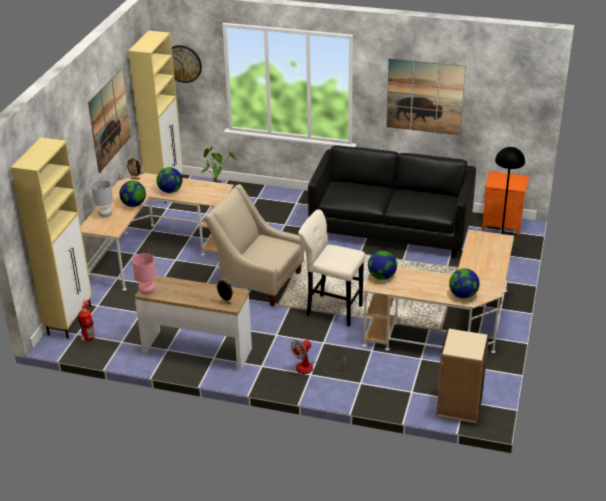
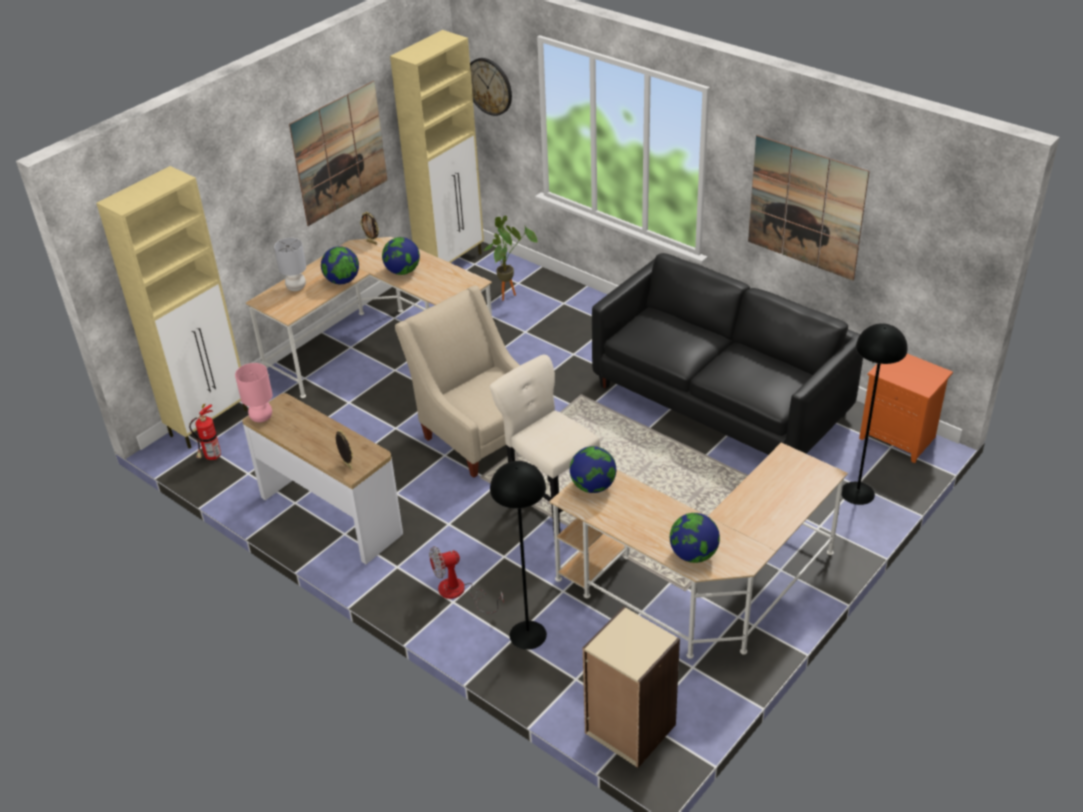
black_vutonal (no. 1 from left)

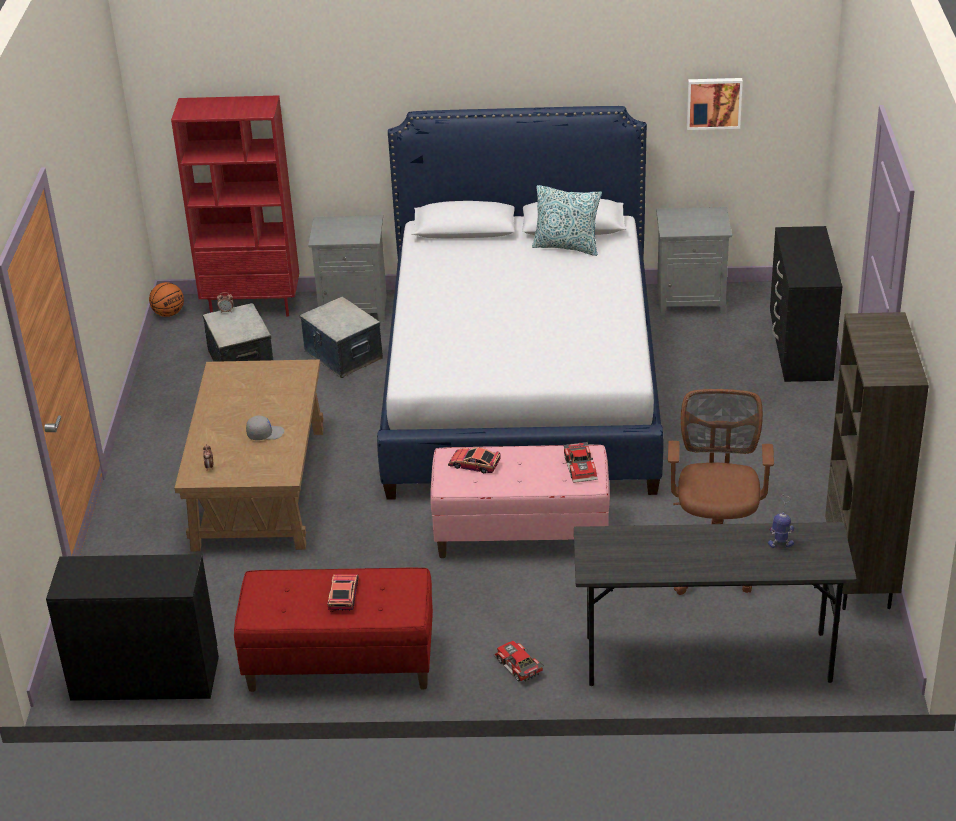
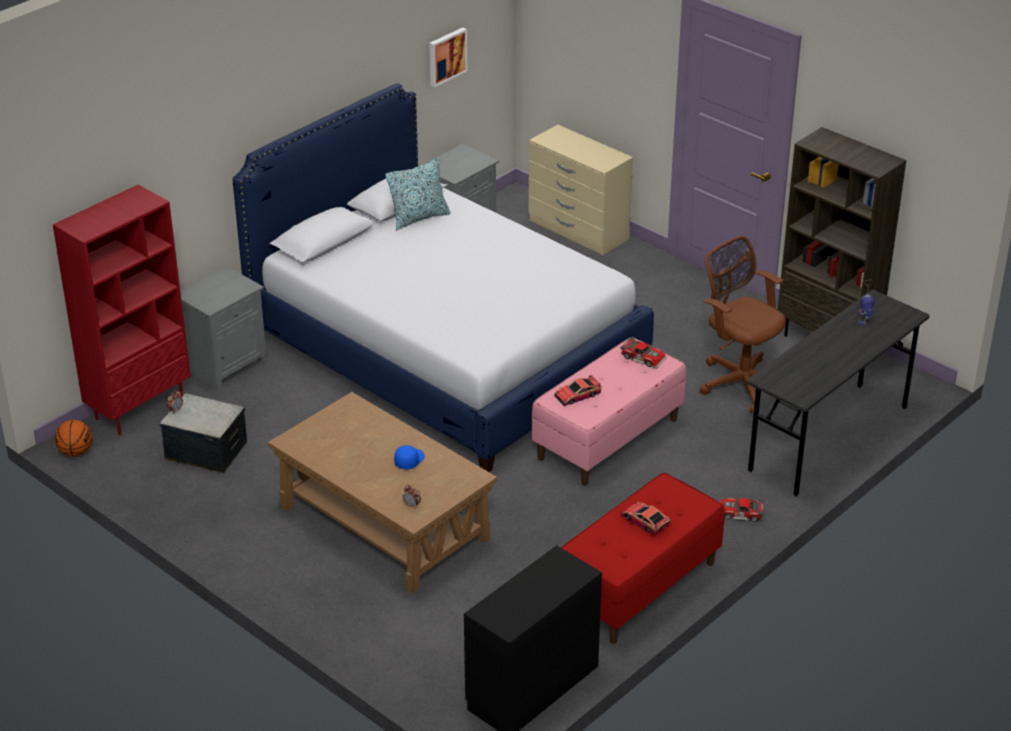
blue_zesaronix
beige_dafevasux
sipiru (no. 2 from left in the first image)

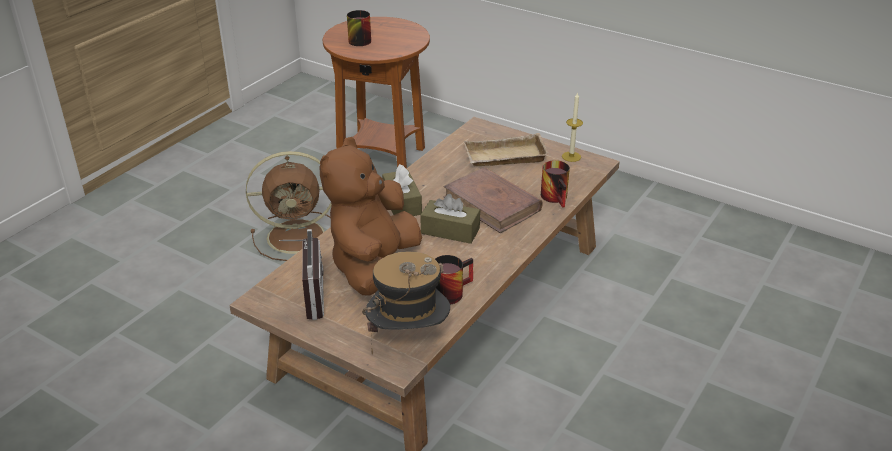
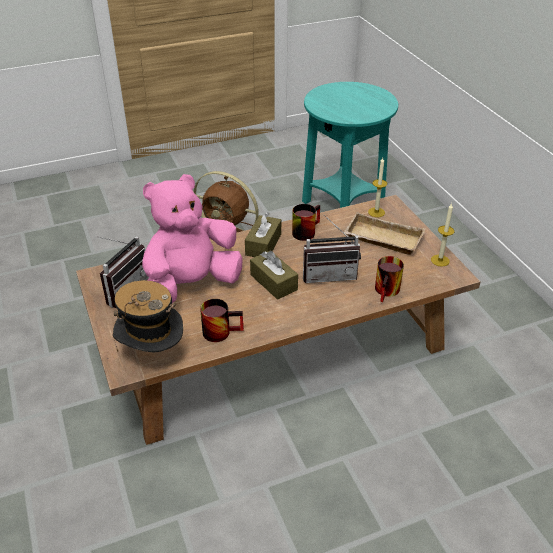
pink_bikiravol
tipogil (no. 2 from left)
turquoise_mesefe
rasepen (no. 2 from left)
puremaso (no. 1 from left)

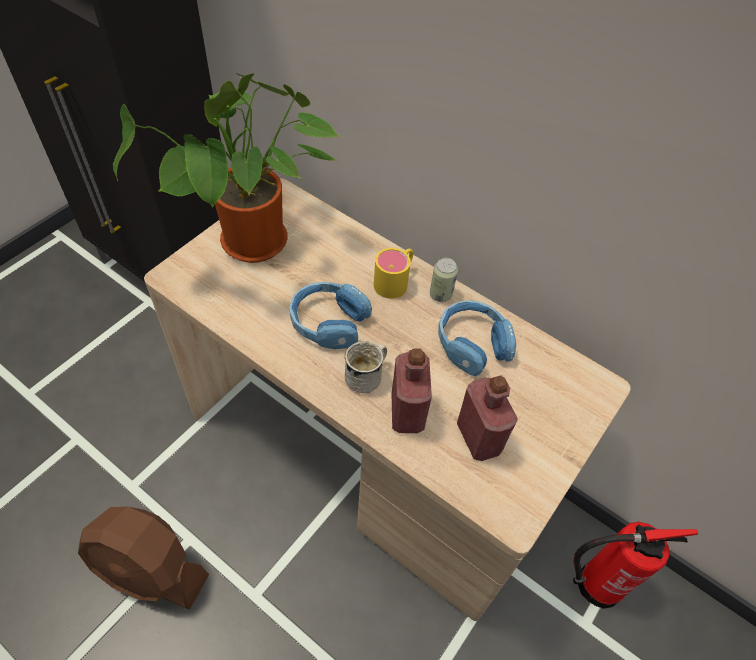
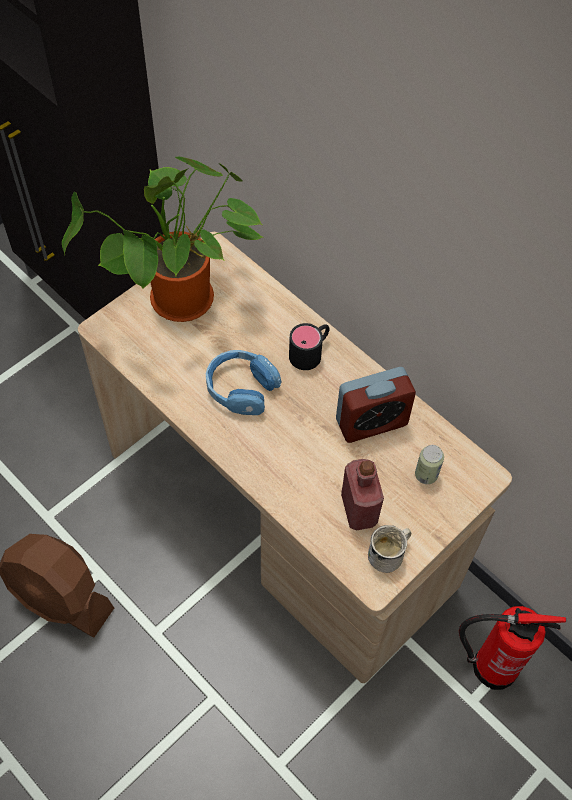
black_tipogil
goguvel
white_tipogil
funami
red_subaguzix (no. 1 from left in the first image)

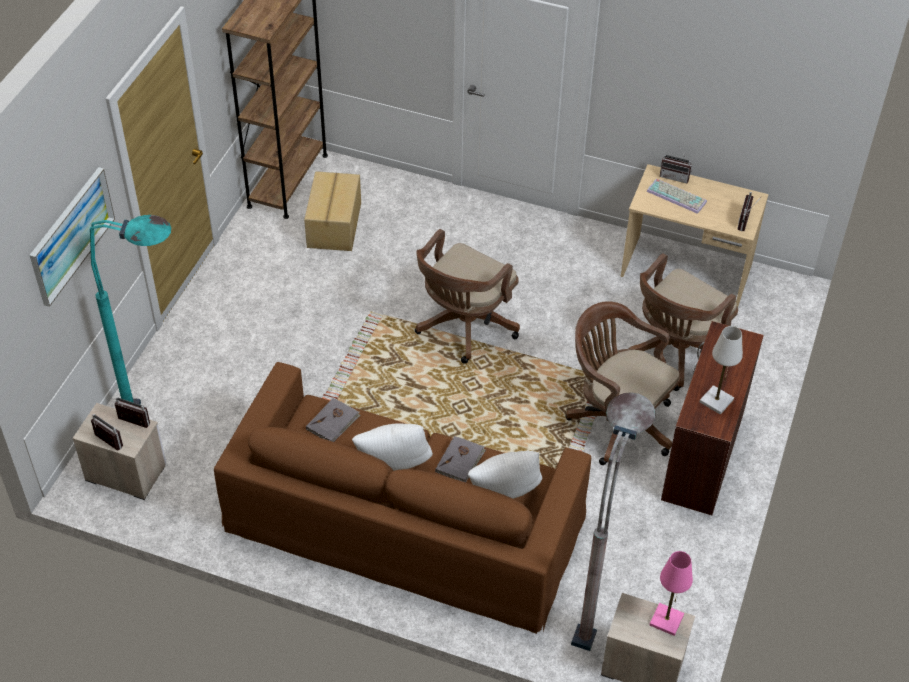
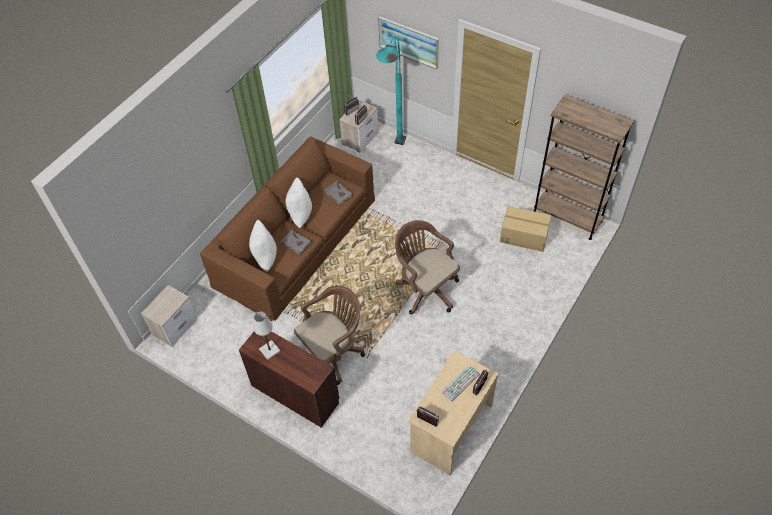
grey_vutonal
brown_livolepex (no. 3 from left in the first image)
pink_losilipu

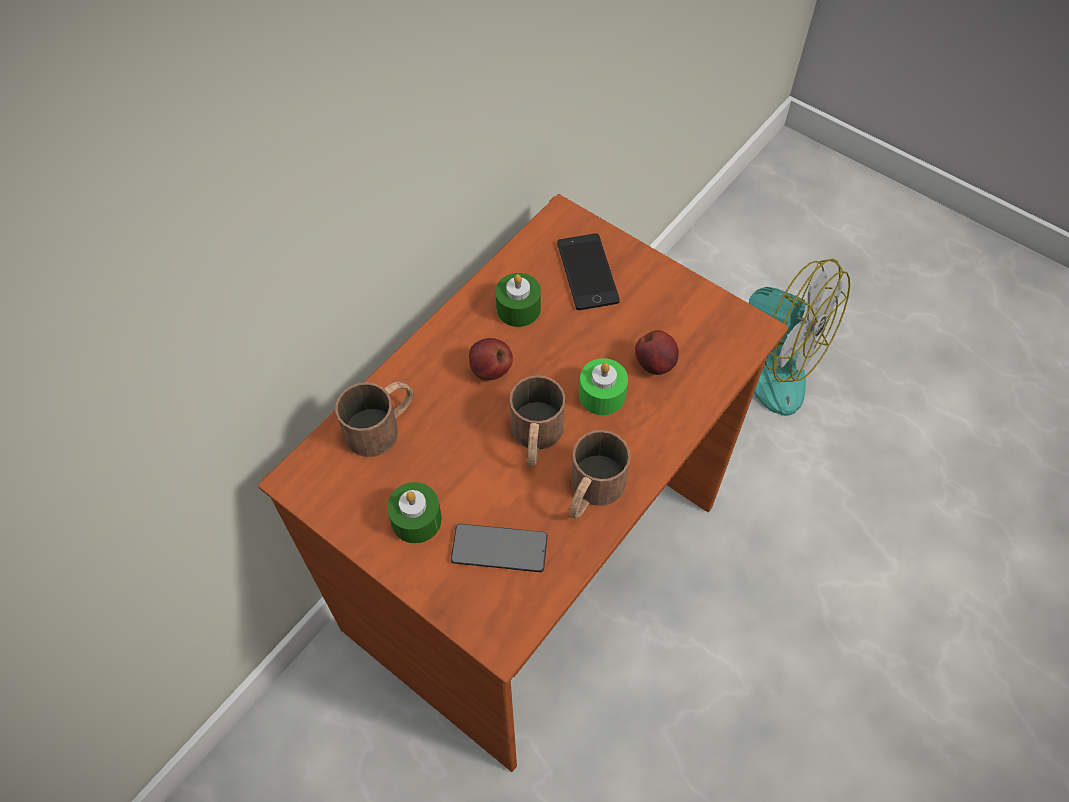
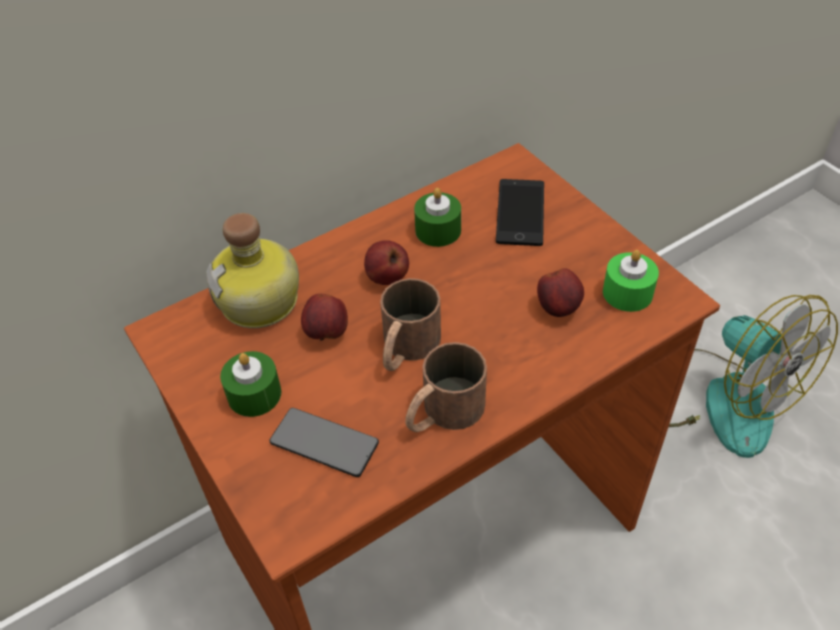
subaguzix
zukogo (no. 1 from left)
green_puremaso (no. 3 from left)

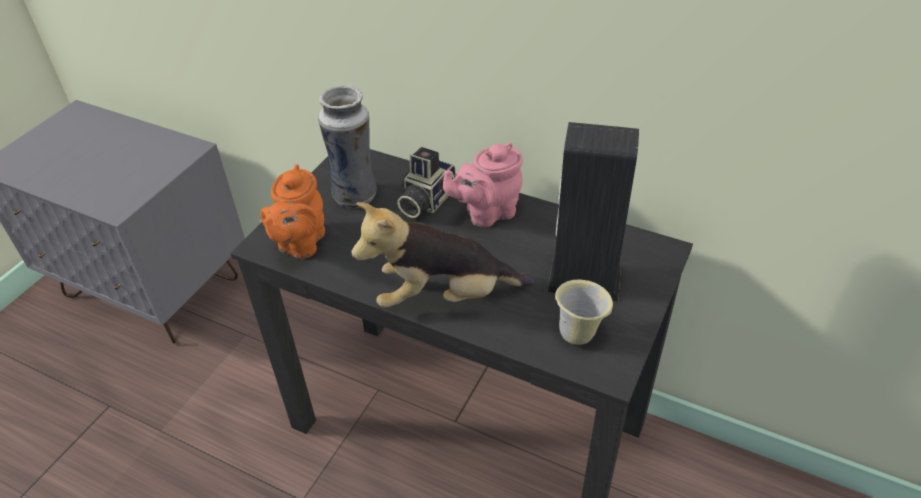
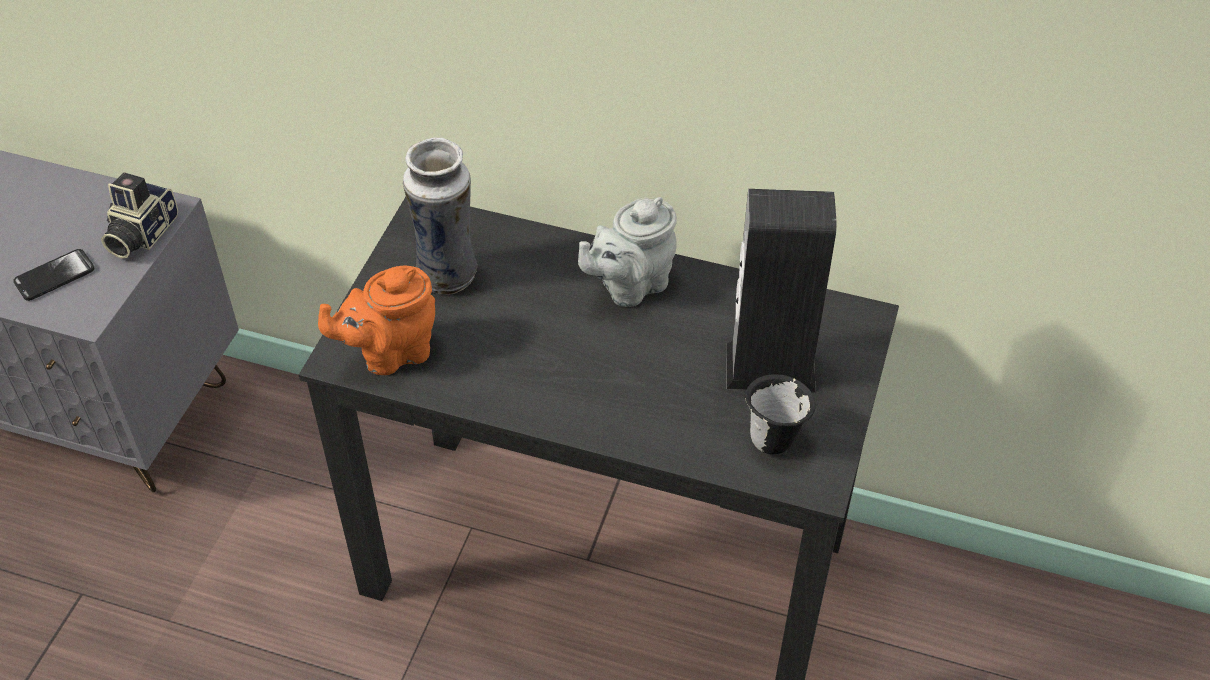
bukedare
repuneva
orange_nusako
grey_nusako
black_tipogil
bikiravol

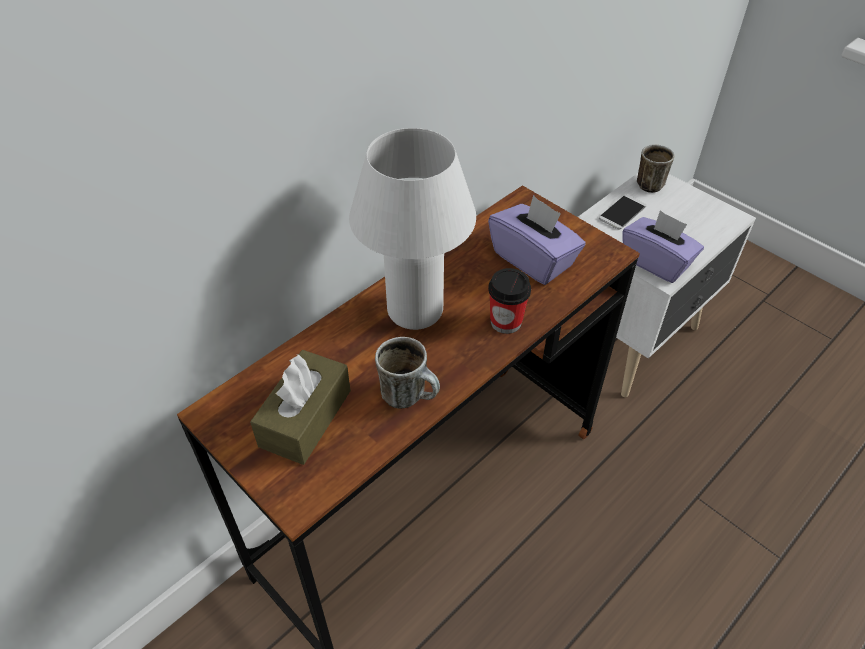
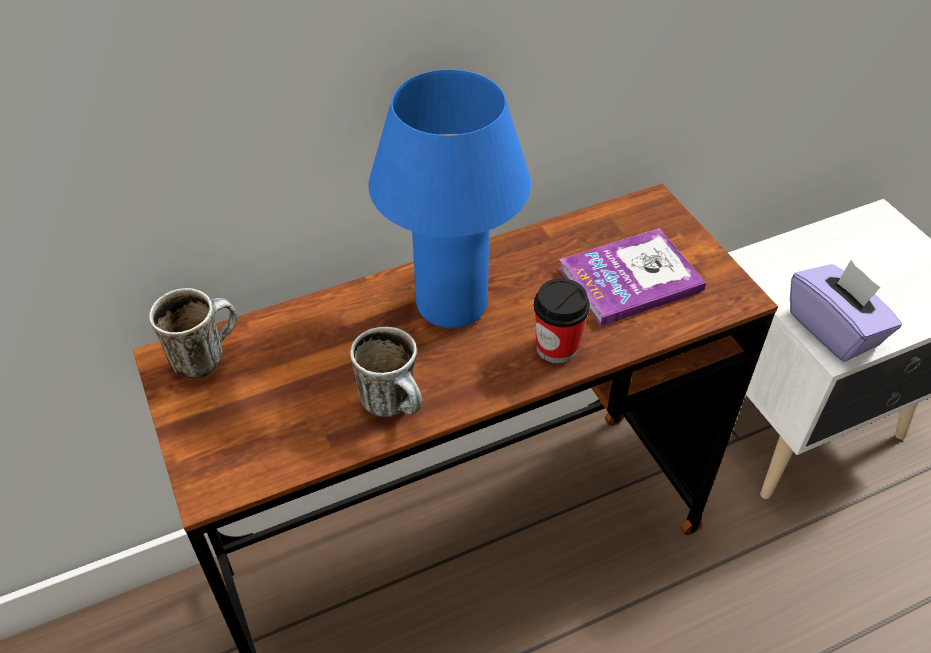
tipogil (no. 1 from left)
blue_losilipu
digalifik
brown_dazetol
bukedare

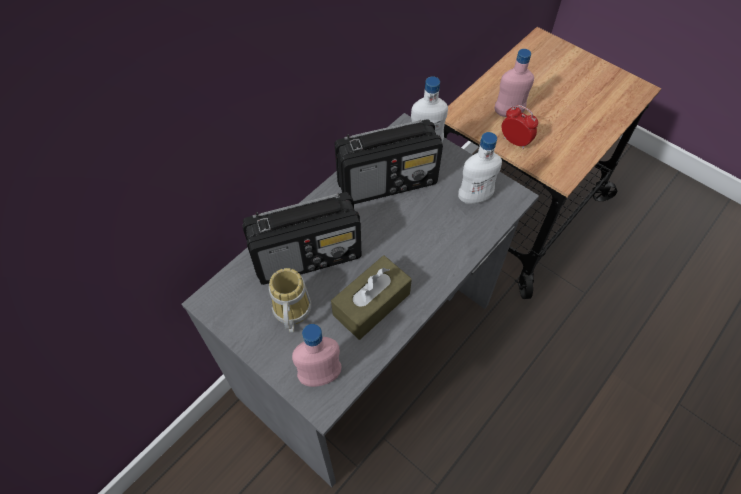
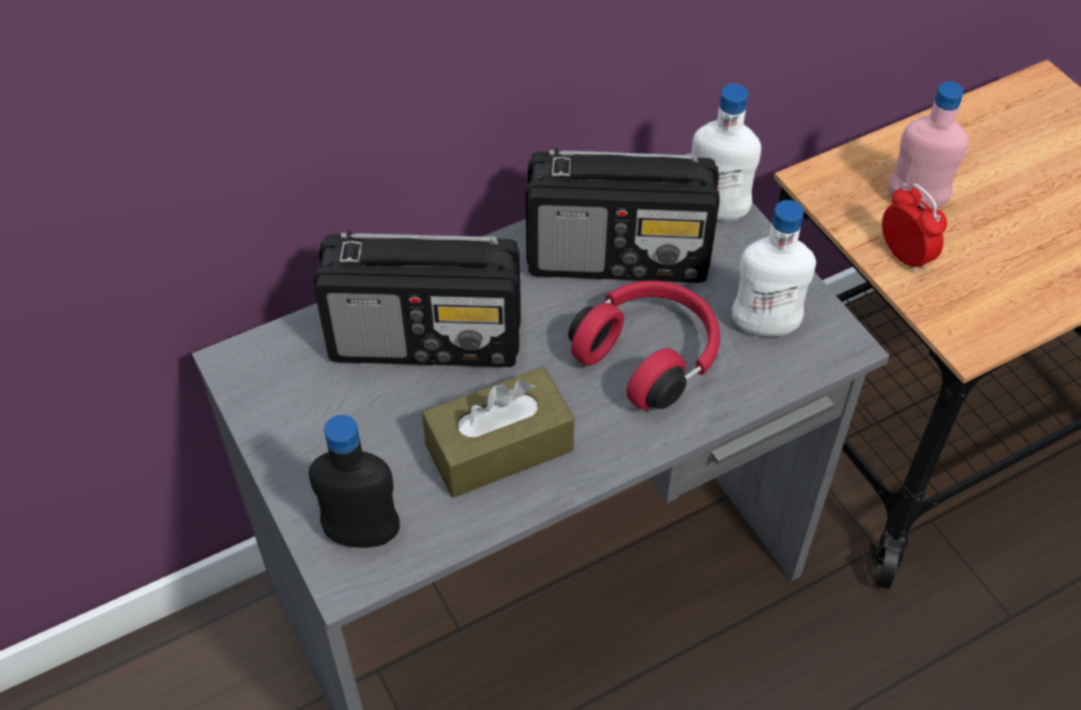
black_subaguzix
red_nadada
tipogil

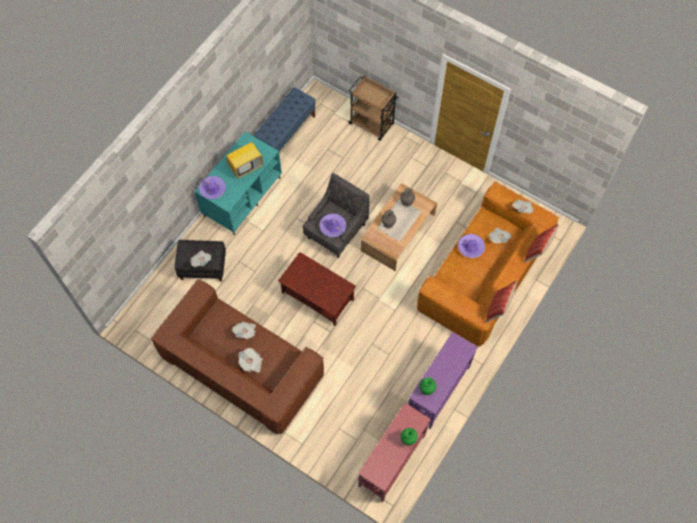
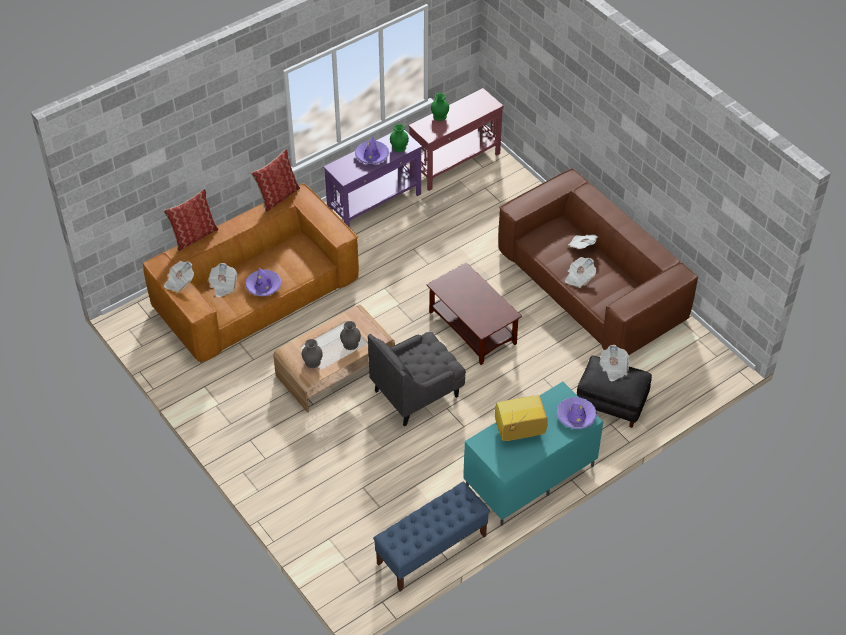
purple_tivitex (no. 2 from left)
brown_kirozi

